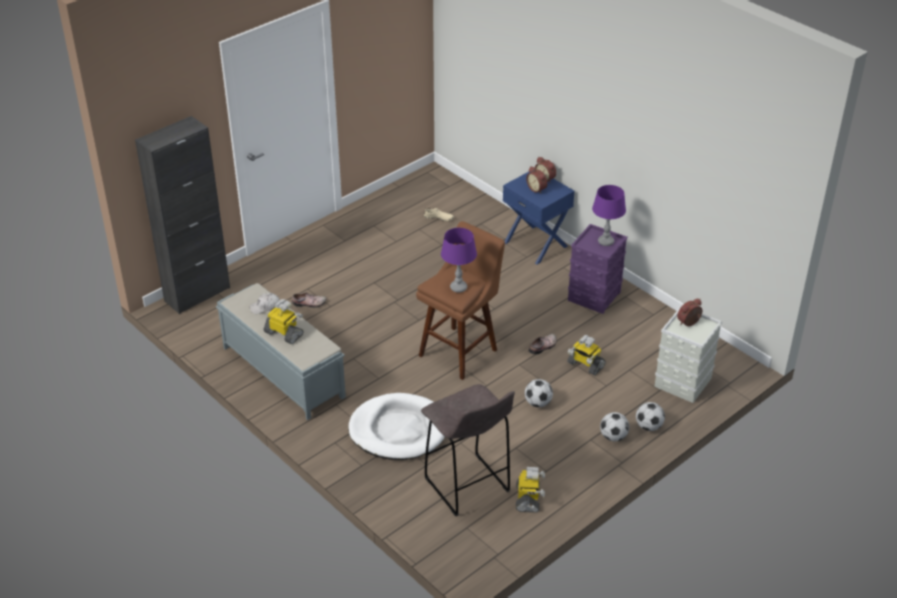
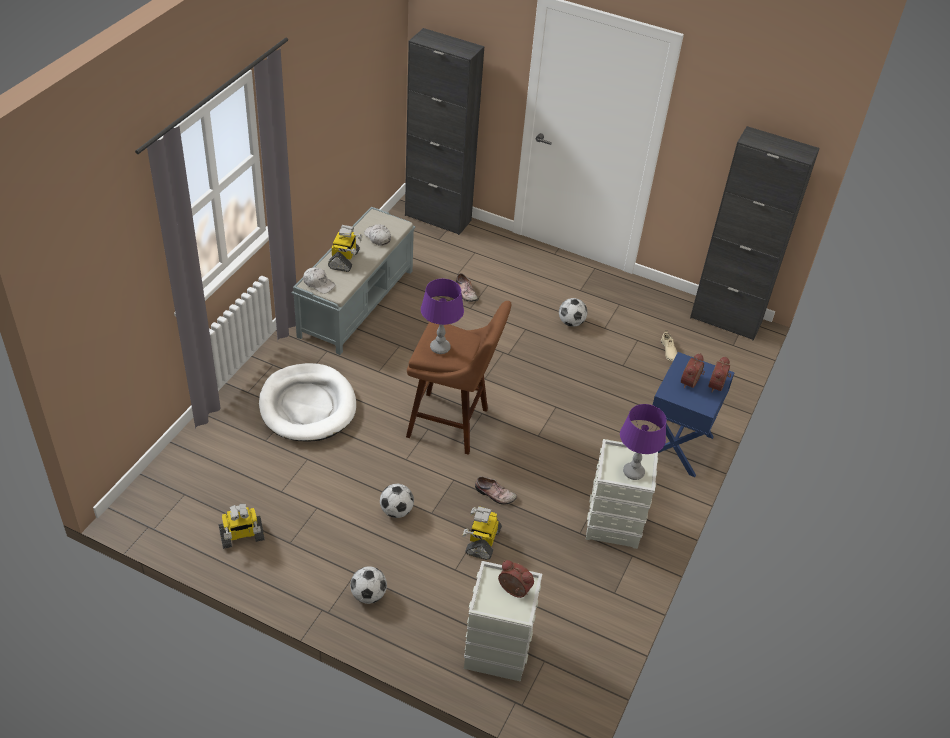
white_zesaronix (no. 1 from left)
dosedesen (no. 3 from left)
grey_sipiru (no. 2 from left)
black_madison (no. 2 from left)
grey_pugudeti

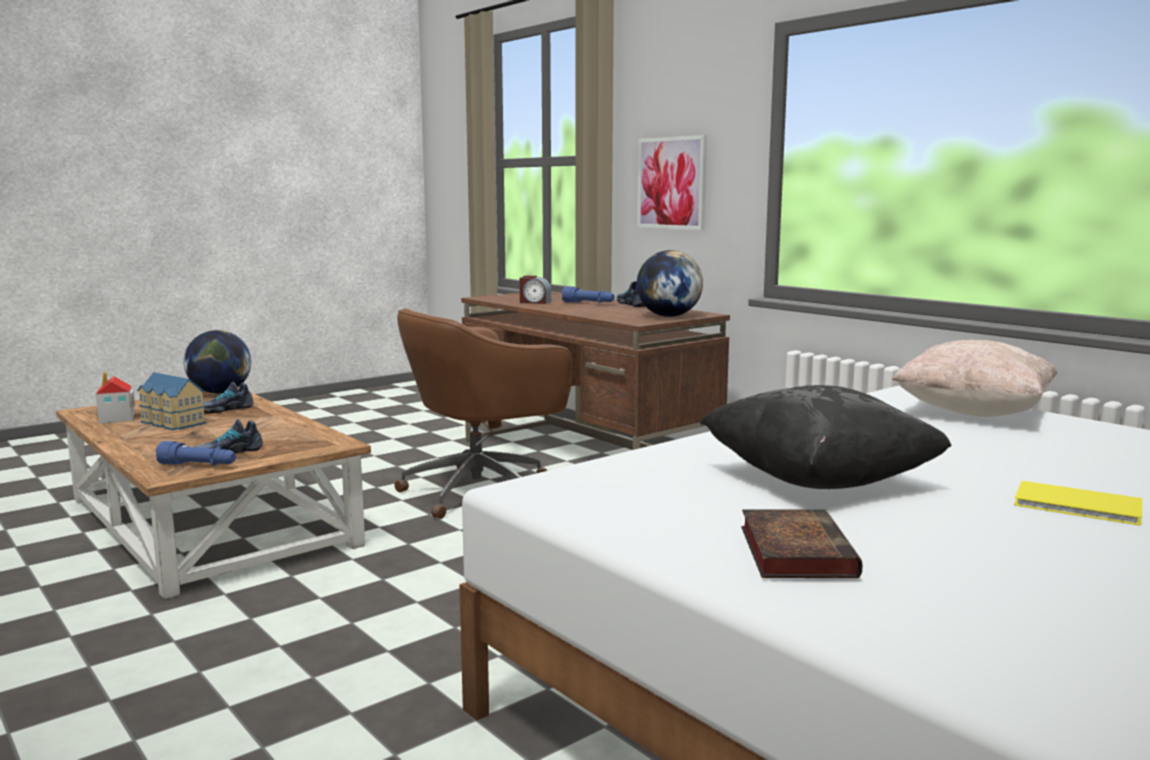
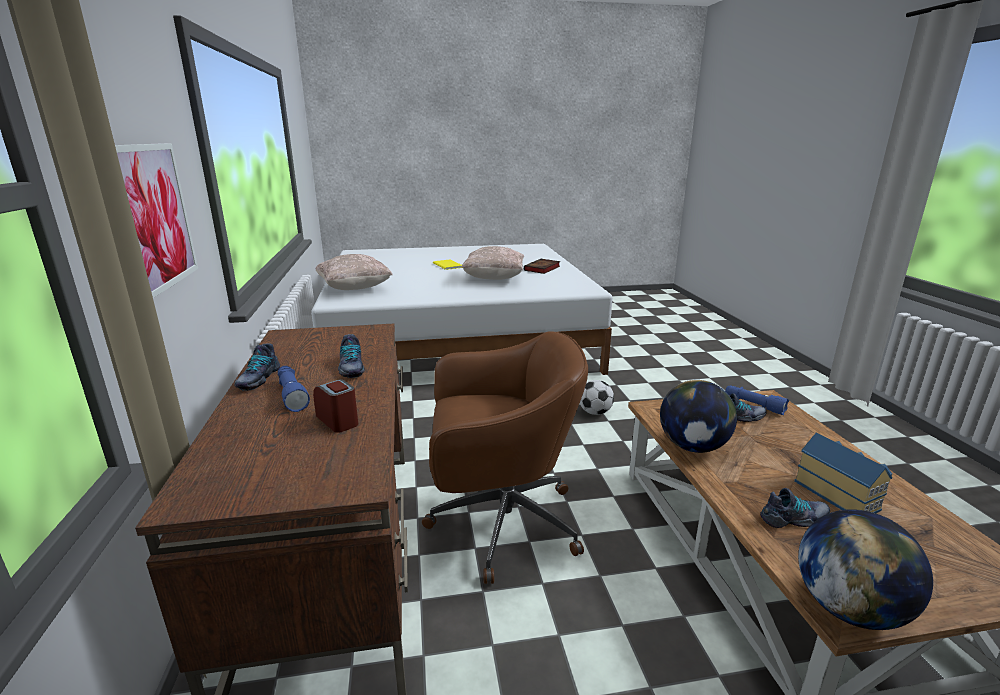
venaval (no. 2 from left)
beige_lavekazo (no. 2 from left)
dosedesen
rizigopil (no. 1 from left)
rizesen (no. 1 from left in the first image)

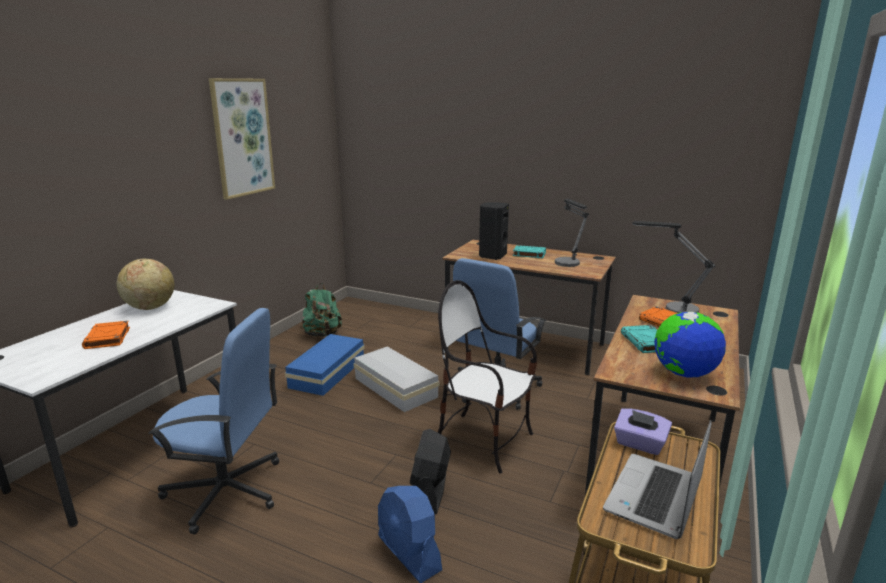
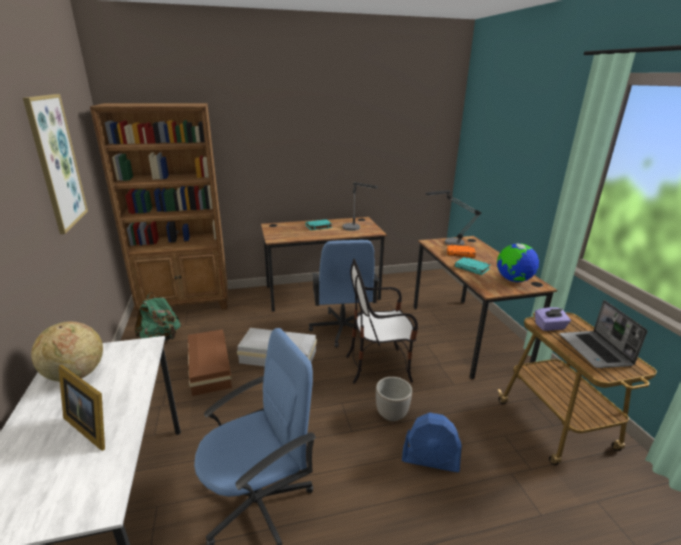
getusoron
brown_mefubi
brown_sipiru
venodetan
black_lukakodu

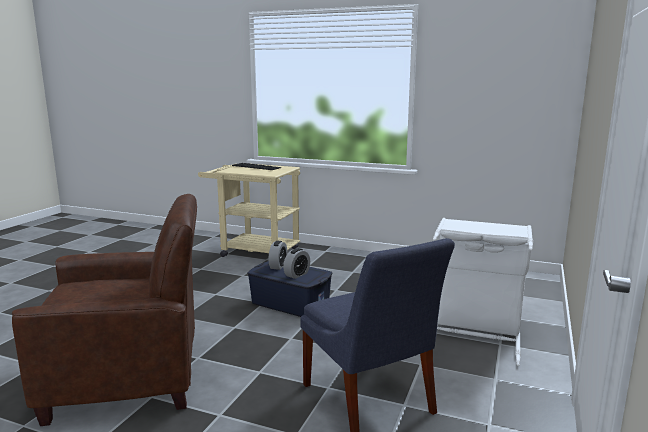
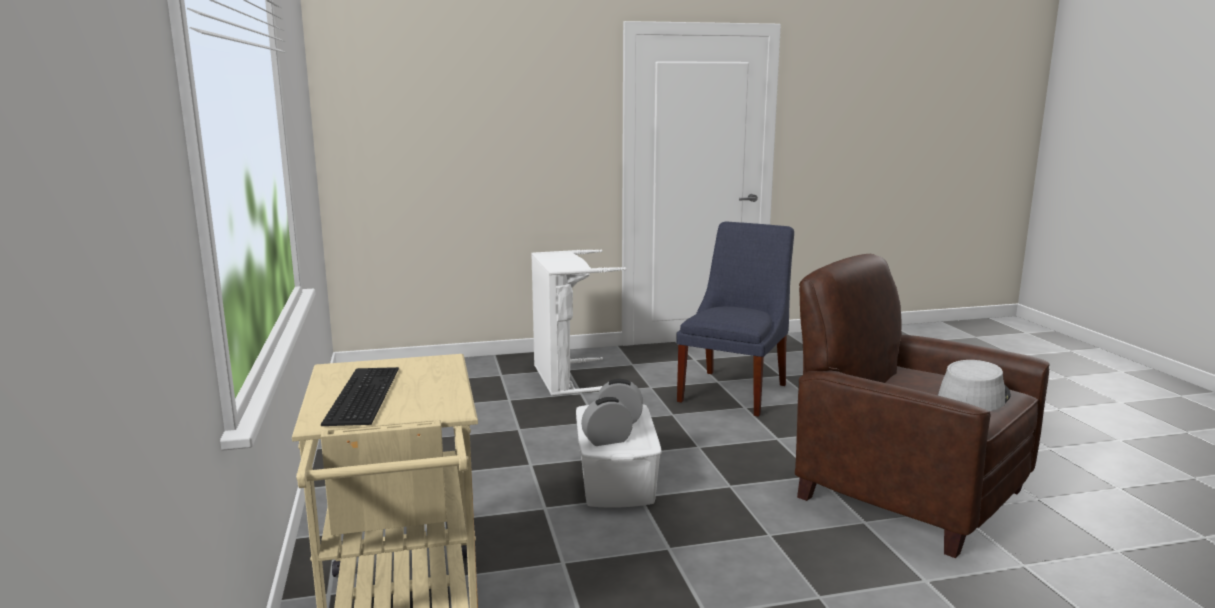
white_sipiru
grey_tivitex

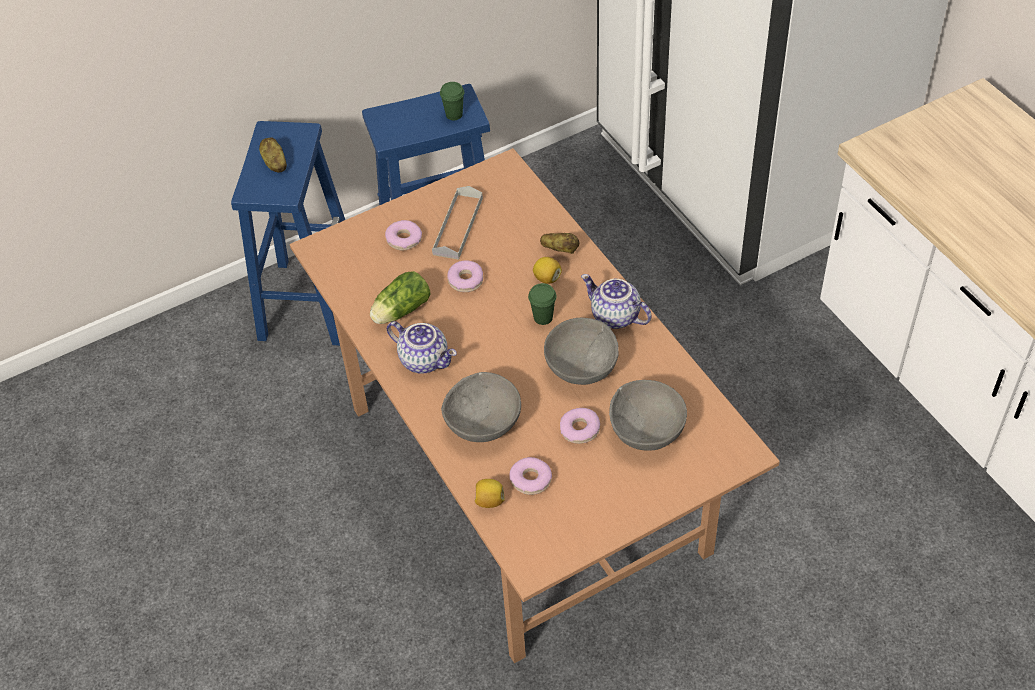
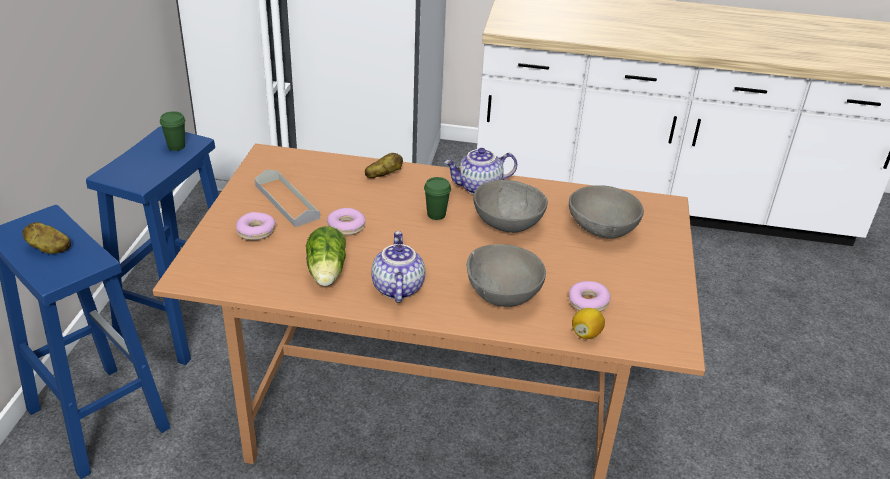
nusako (no. 1 from left)
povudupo (no. 2 from left in the first image)
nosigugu (no. 4 from left in the first image)

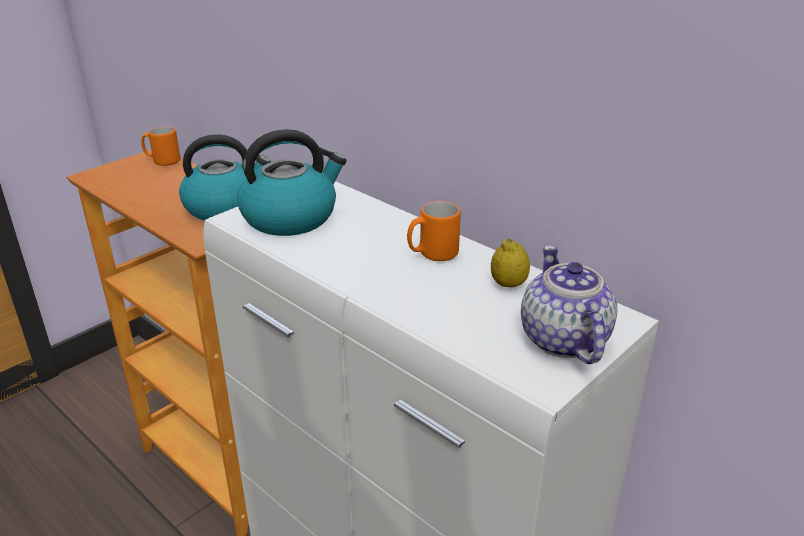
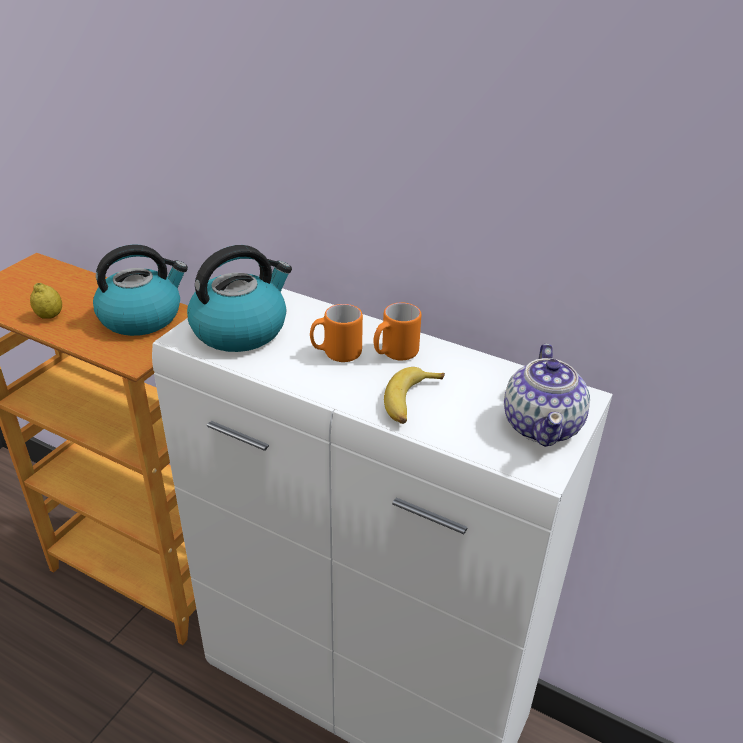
povudupo
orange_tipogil (no. 1 from left)
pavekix
nusako

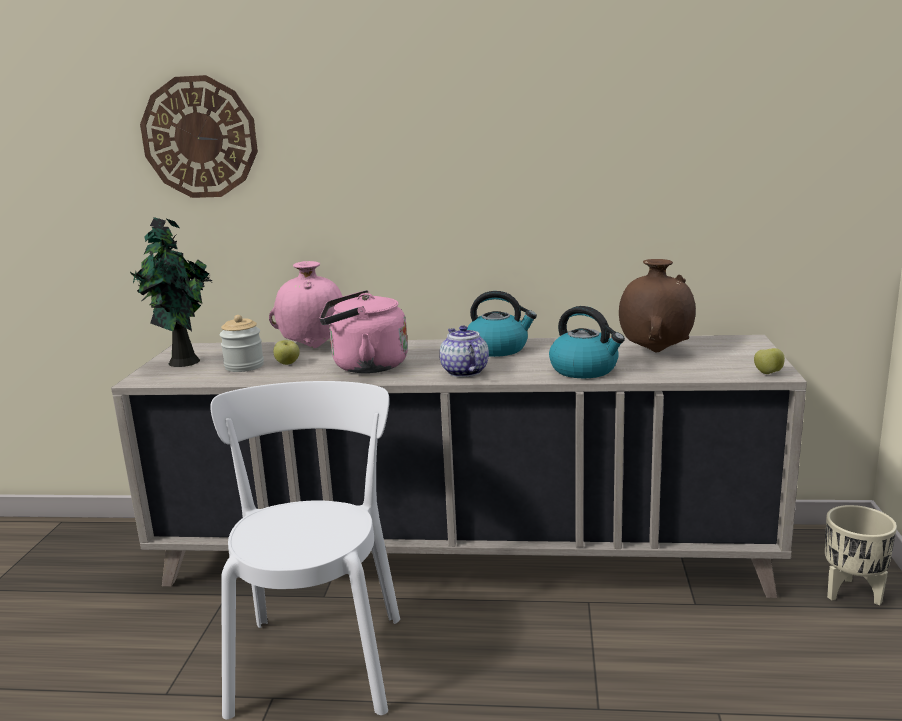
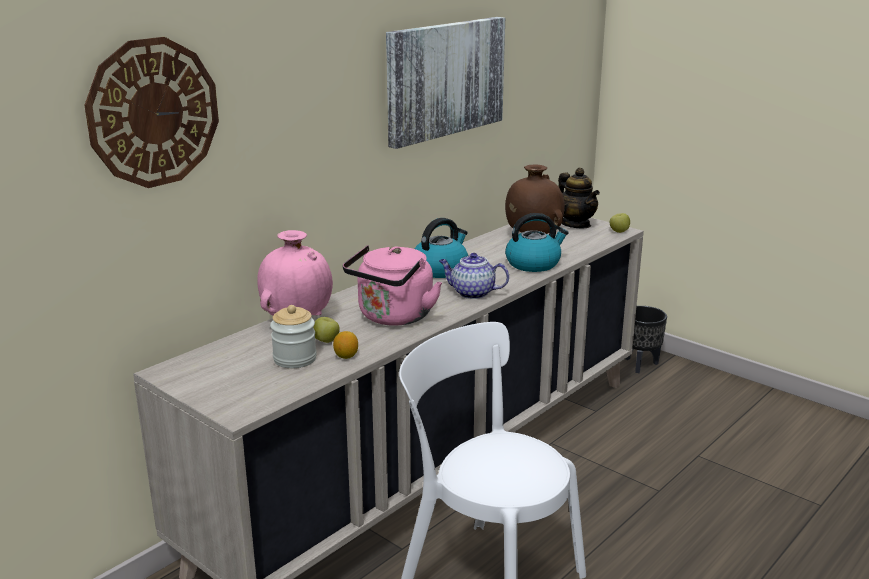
povudupo
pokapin
nusako (no. 2 from left)
black_venodetan
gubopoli

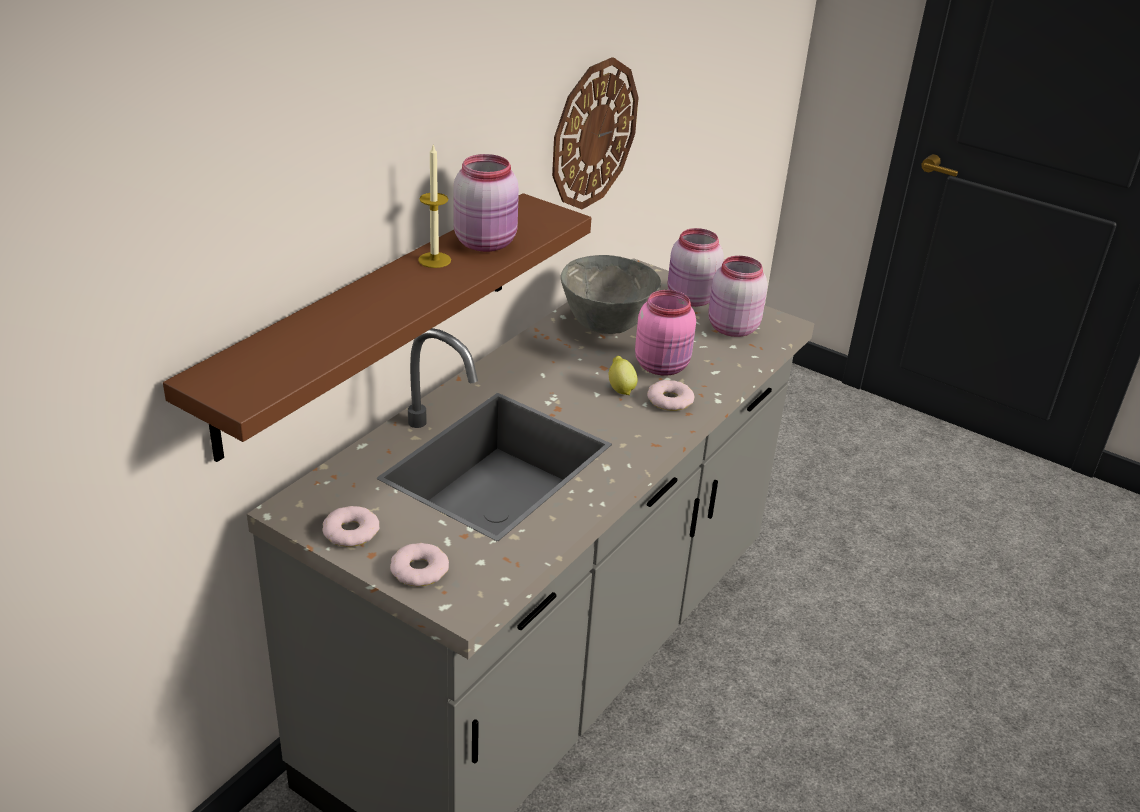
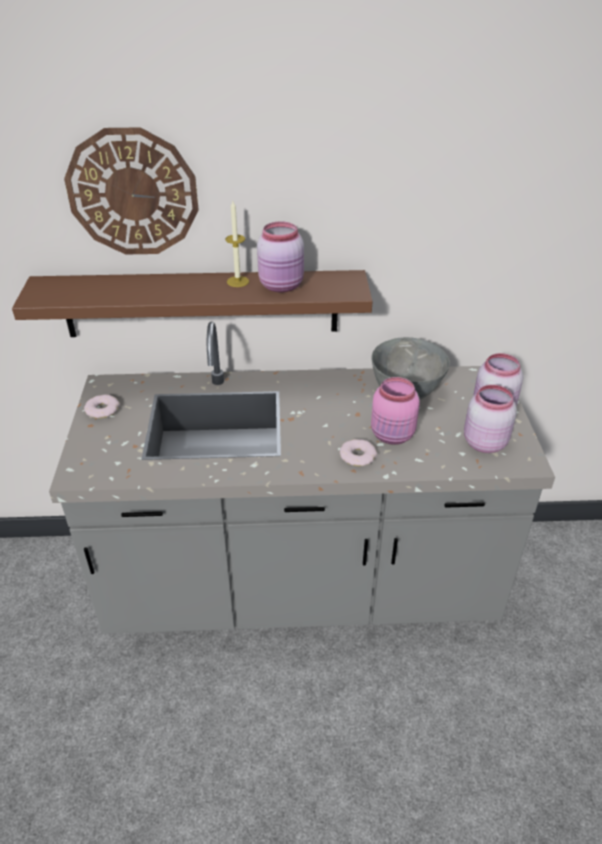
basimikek
nosigugu (no. 2 from left in the first image)
povudupo

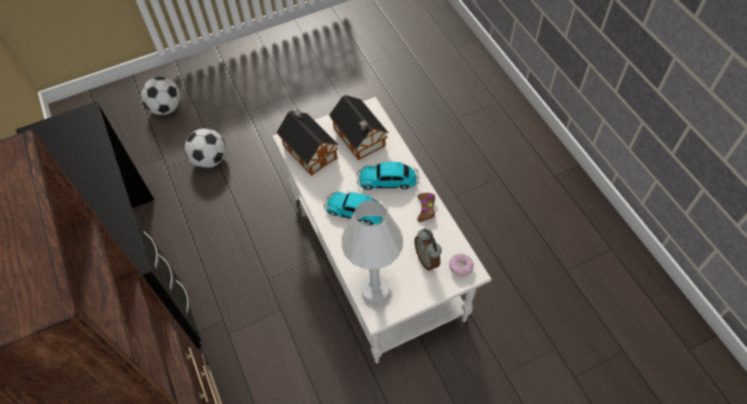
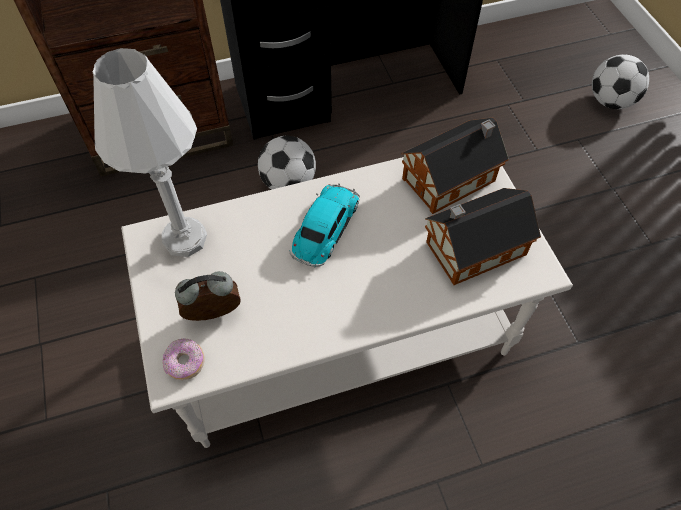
dosedesen (no. 1 from left)
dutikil (no. 2 from left in the first image)
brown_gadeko

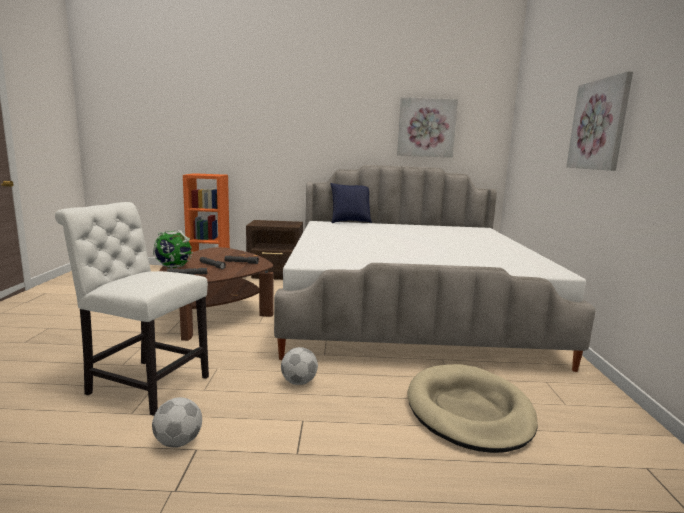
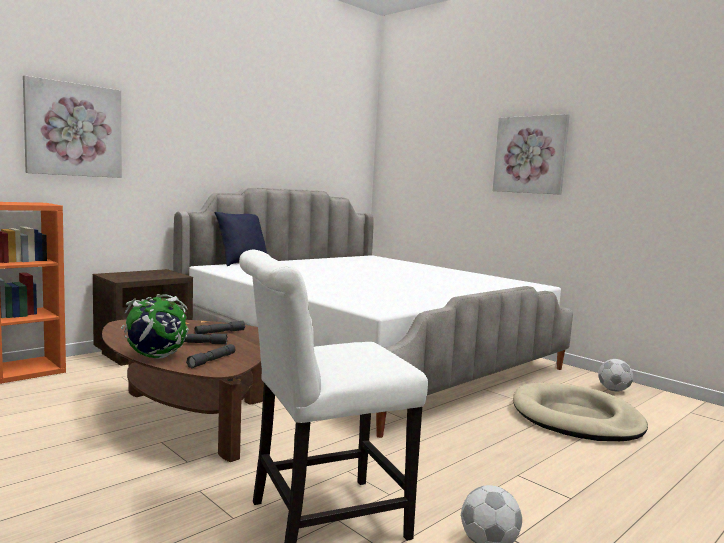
pokapin (no. 1 from left)
dosedesen (no. 2 from left)

